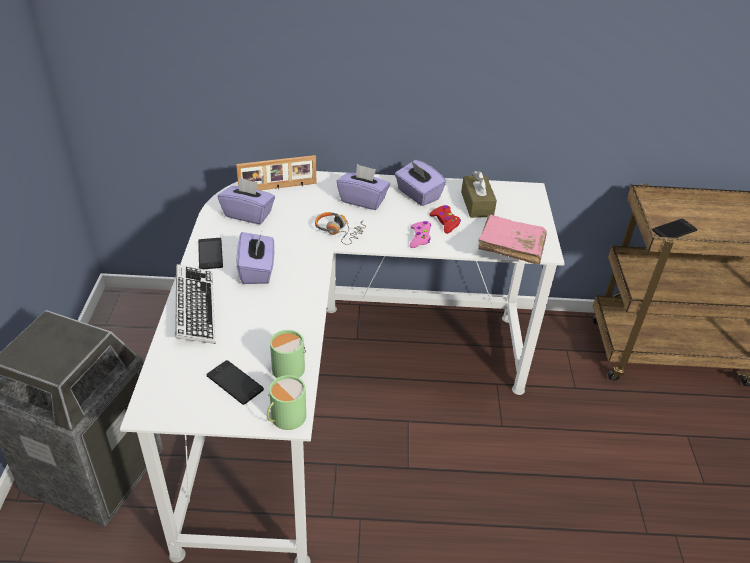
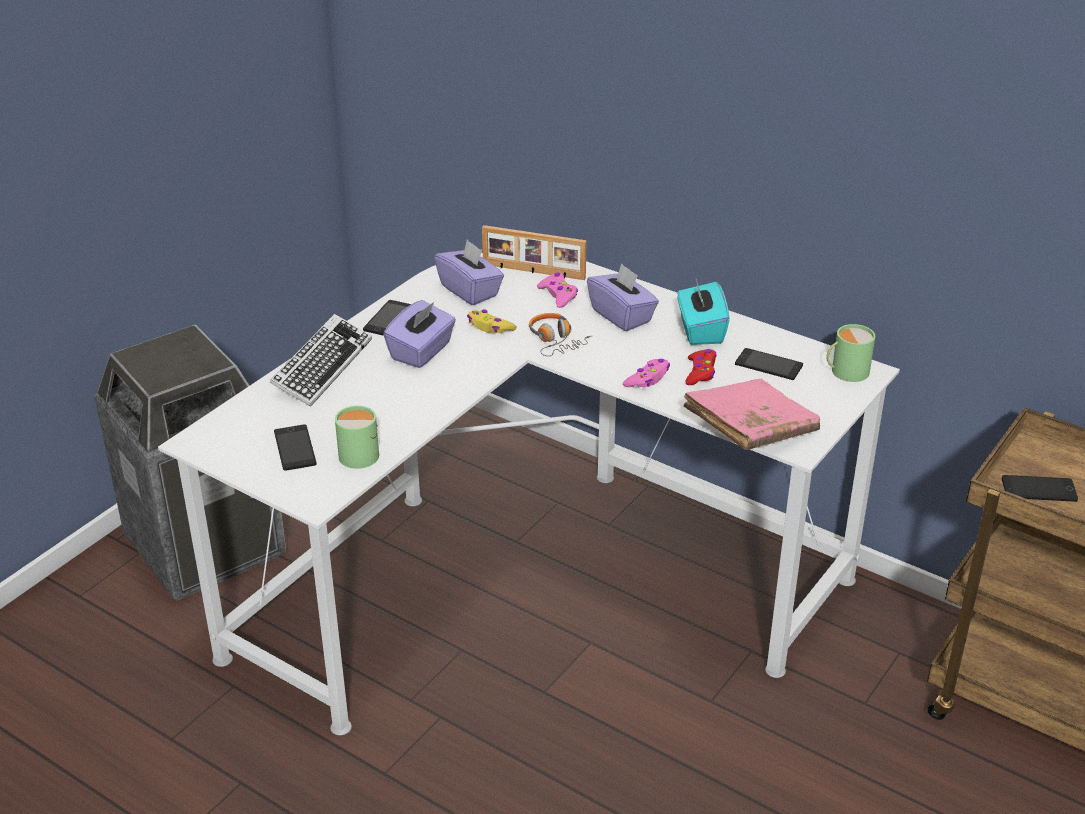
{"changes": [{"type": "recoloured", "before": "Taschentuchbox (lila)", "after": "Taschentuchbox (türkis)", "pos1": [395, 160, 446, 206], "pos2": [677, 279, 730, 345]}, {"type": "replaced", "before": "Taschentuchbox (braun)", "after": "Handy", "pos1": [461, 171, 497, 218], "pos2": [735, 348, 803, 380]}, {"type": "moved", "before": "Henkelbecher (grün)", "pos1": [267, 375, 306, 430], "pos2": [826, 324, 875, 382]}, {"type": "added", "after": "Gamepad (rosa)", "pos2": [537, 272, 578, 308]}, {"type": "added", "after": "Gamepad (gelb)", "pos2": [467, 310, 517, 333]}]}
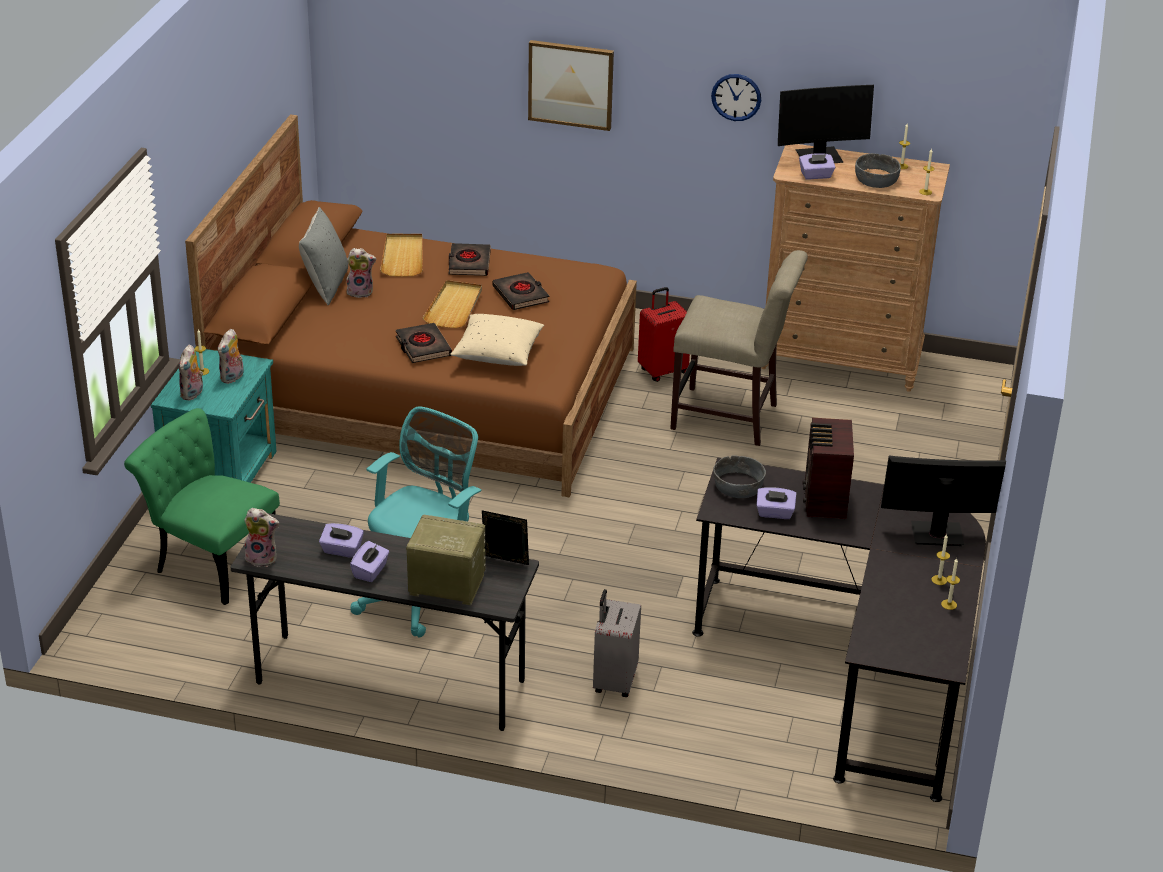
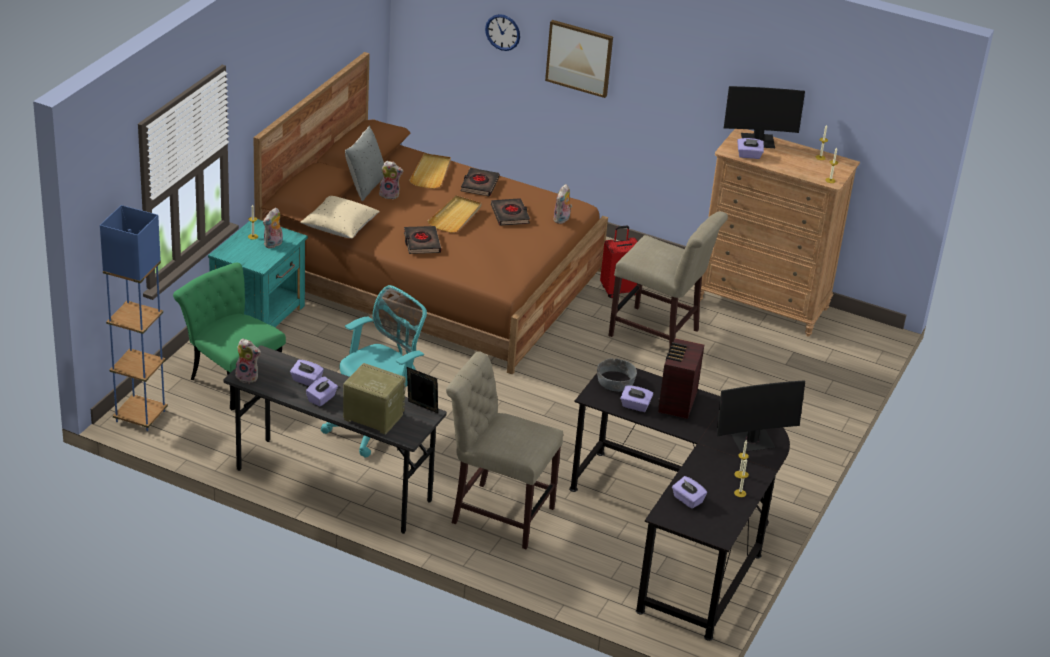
{"changes": [{"type": "moved", "before": "Wanduhr", "pos1": [711, 74, 761, 121], "pos2": [485, 14, 520, 51]}, {"type": "removed", "before": "Schüssel (grau)", "pos1": [855, 153, 901, 188]}, {"type": "moved", "before": "Kissen (beige)", "pos1": [451, 314, 544, 366], "pos2": [300, 196, 380, 239]}, {"type": "moved", "before": "Plüschtier", "pos1": [179, 344, 203, 400], "pos2": [554, 184, 572, 224]}, {"type": "turned", "before": "Monitor", "pos1": [881, 456, 1006, 546], "pos2": [717, 380, 805, 452], "turn": 150}, {"type": "replaced", "before": "Koffer (grau)", "after": "Stuhl (beige)", "pos1": [593, 589, 641, 697], "pos2": [446, 351, 563, 549]}, {"type": "added", "after": "Stehlampe (blau)", "pos2": [100, 205, 168, 431]}, {"type": "added", "after": "Taschentuchbox (lila)", "pos2": [672, 476, 707, 509]}]}
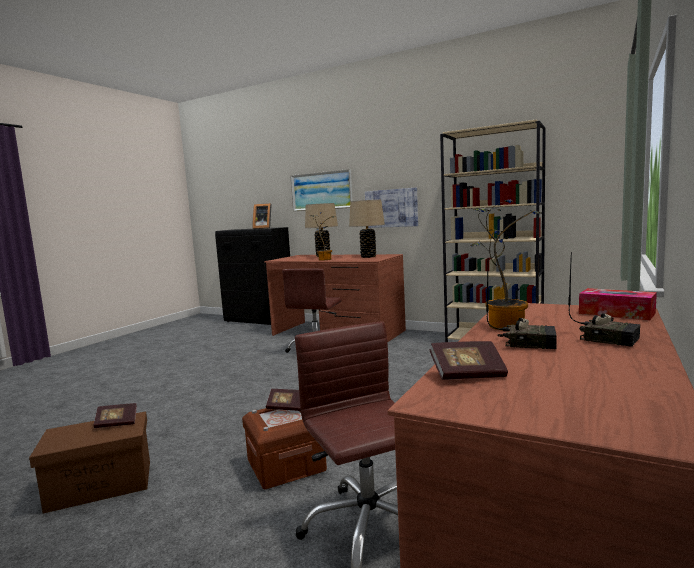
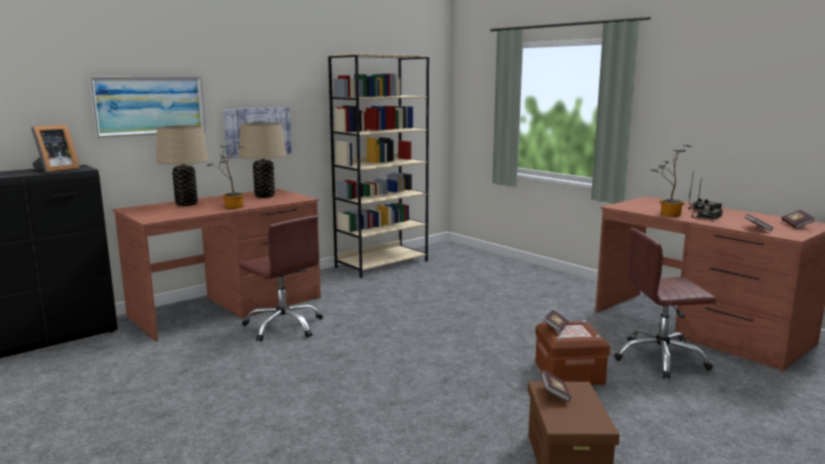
{"changes": [{"type": "removed", "before": "Taschentuchbox", "pos1": [579, 288, 657, 320]}, {"type": "added", "after": "Buch", "pos2": [782, 210, 815, 229]}]}
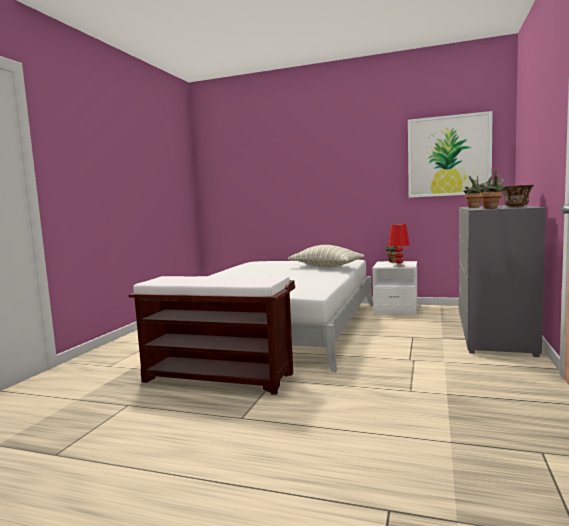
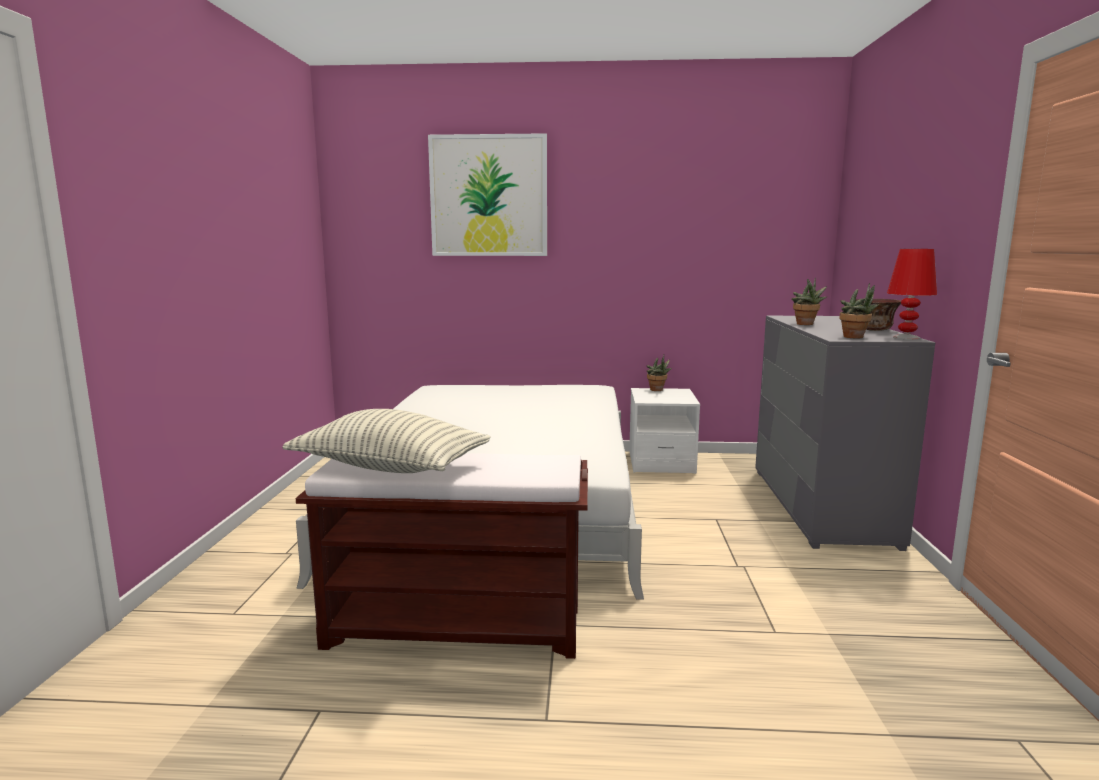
{"changes": [{"type": "moved", "before": "Bild", "pos1": [408, 111, 493, 198], "pos2": [428, 133, 547, 256]}, {"type": "moved", "before": "Tischlampe (rot)", "pos1": [388, 224, 410, 267], "pos2": [887, 249, 937, 340]}, {"type": "moved", "before": "Kissen", "pos1": [288, 245, 364, 268], "pos2": [282, 409, 491, 473]}]}
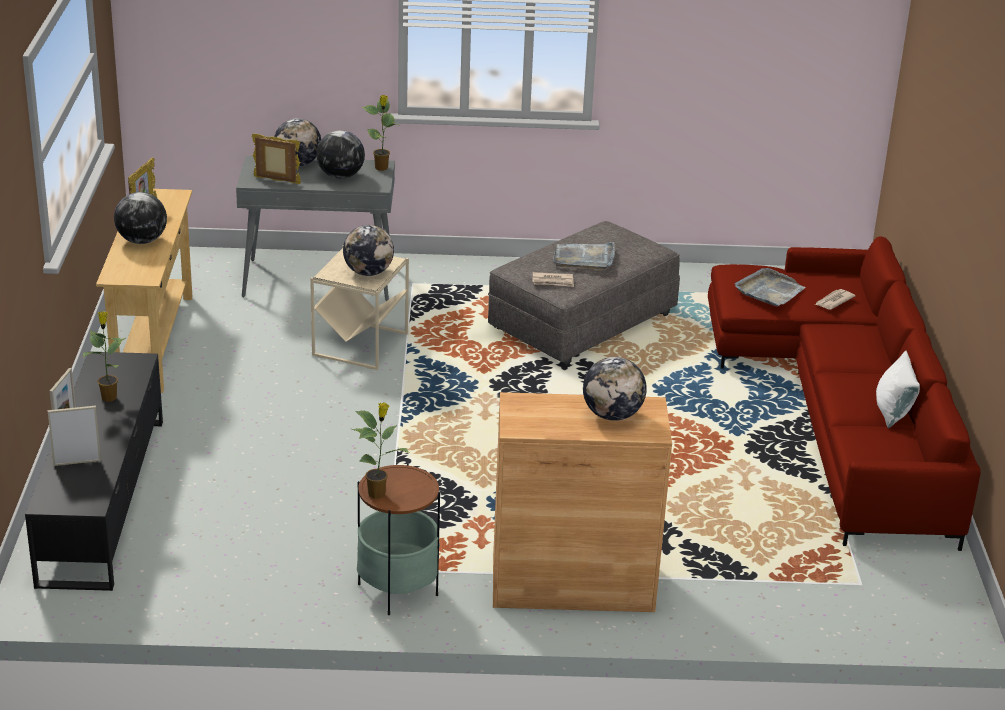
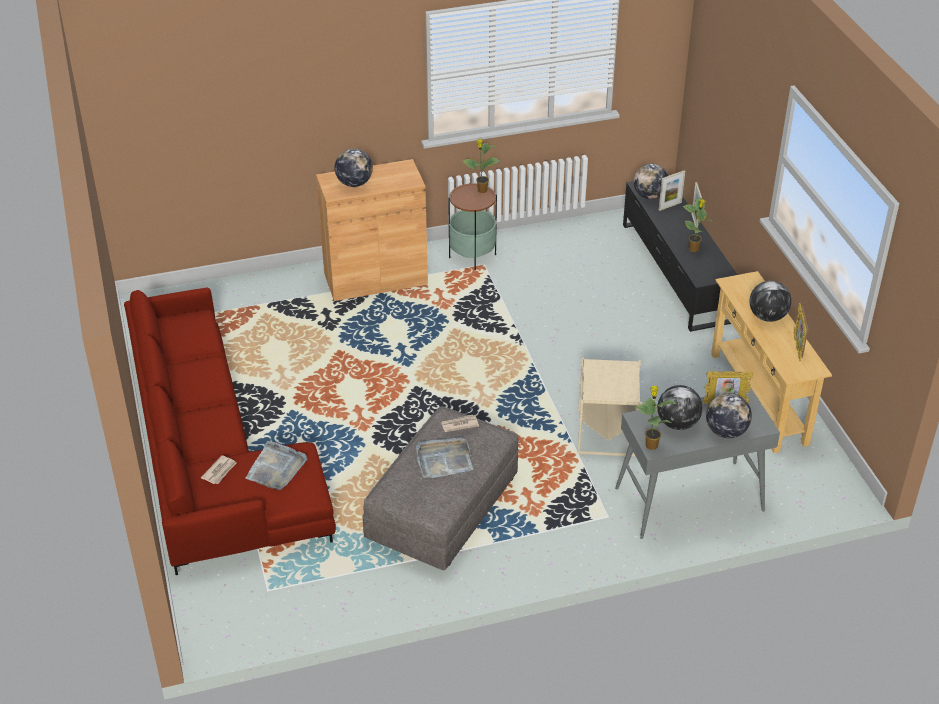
{"changes": [{"type": "moved", "before": "Globus", "pos1": [343, 225, 394, 276], "pos2": [634, 164, 668, 199]}, {"type": "removed", "before": "Kissen (weiß)", "pos1": [876, 351, 920, 428]}]}
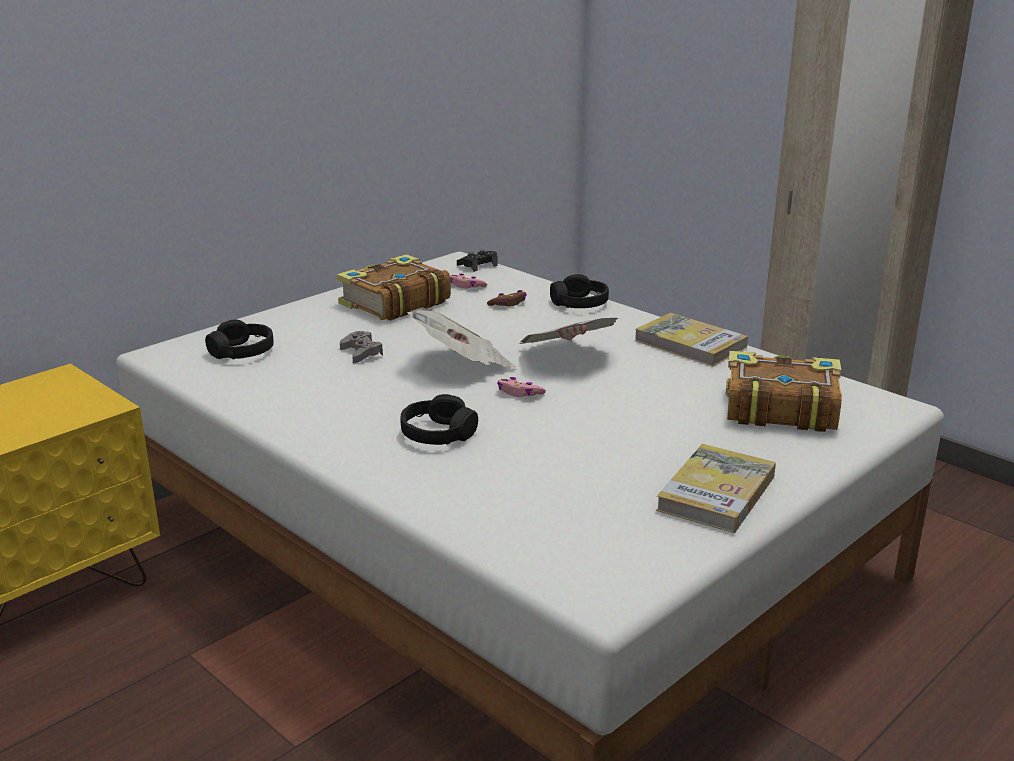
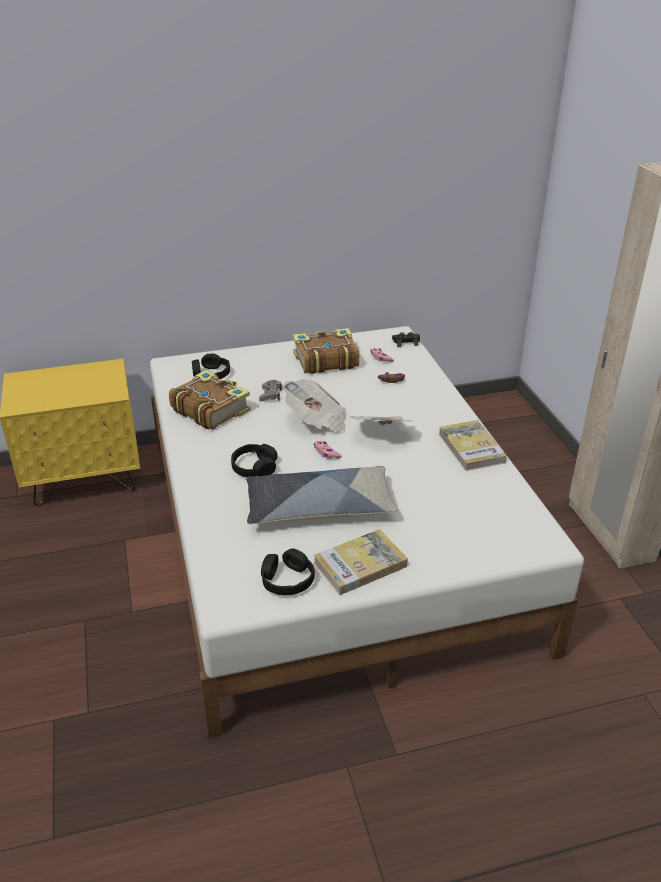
{"changes": [{"type": "moved", "before": "Kopfhörer (schwarz)", "pos1": [550, 274, 609, 308], "pos2": [261, 549, 315, 595]}, {"type": "moved", "before": "Buch", "pos1": [726, 351, 842, 432], "pos2": [169, 370, 251, 430]}, {"type": "added", "after": "Kissen", "pos2": [246, 466, 398, 524]}]}
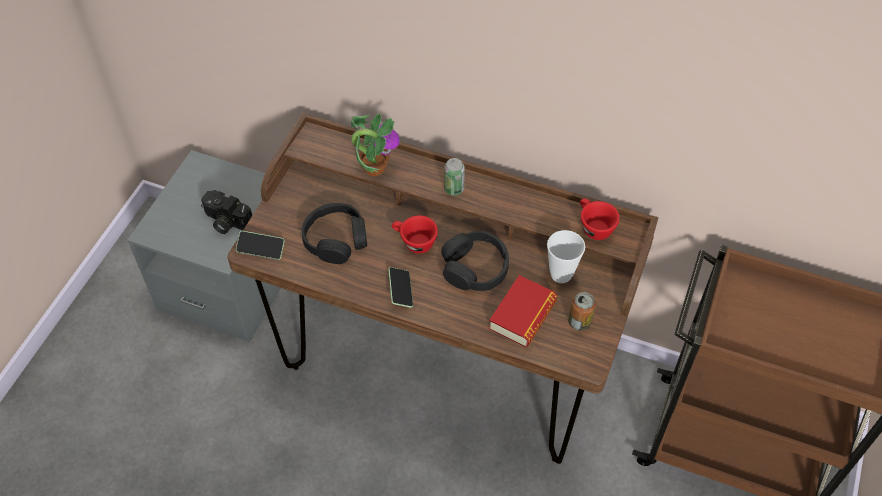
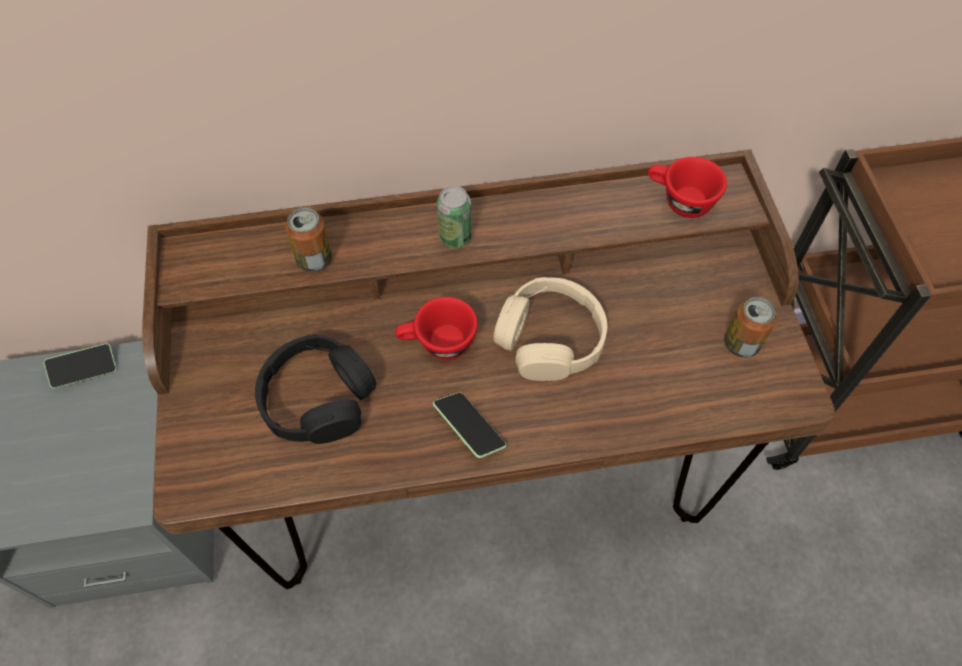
{"changes": [{"type": "replaced", "before": "Topfpflanze", "after": "Dose", "pos1": [351, 114, 400, 176], "pos2": [286, 207, 332, 272]}, {"type": "removed", "before": "Kamera", "pos1": [201, 190, 252, 234]}, {"type": "removed", "before": "Tasse", "pos1": [547, 230, 585, 283]}, {"type": "moved", "before": "Handy", "pos1": [236, 231, 285, 260], "pos2": [44, 343, 117, 389]}, {"type": "recoloured", "before": "Kopfhörer (schwarz)", "after": "Kopfhörer (beige)", "pos1": [441, 231, 509, 291], "pos2": [494, 277, 607, 381]}, {"type": "removed", "before": "Buch", "pos1": [489, 275, 557, 347]}]}
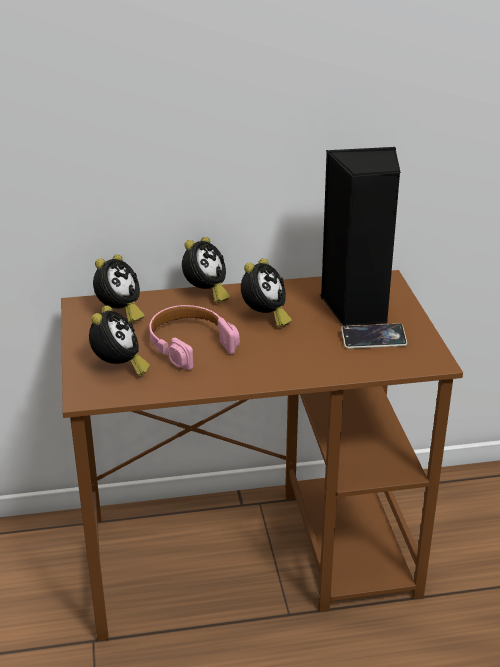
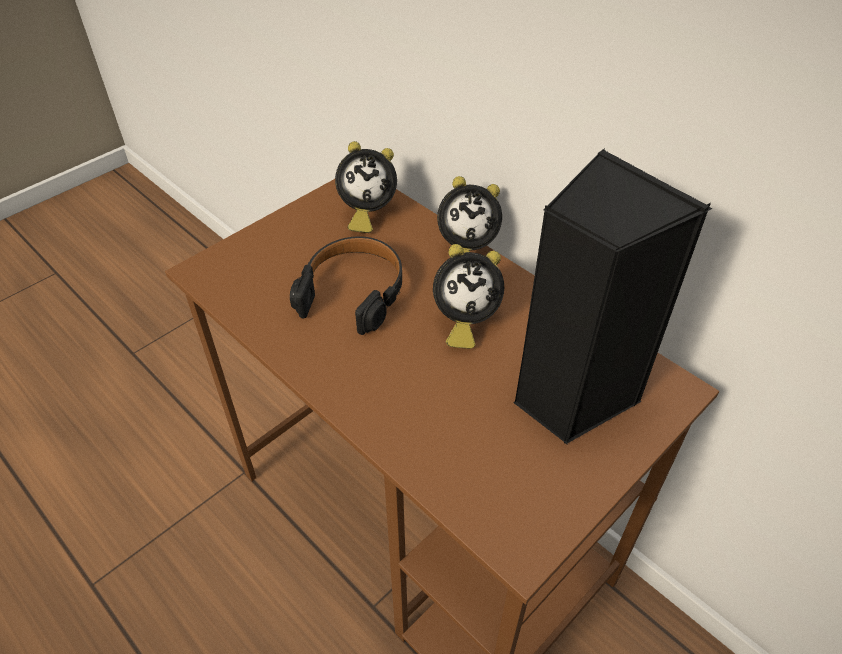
{"changes": [{"type": "removed", "before": "Wecker", "pos1": [89, 305, 150, 376]}, {"type": "recoloured", "before": "Kopfhörer (rosa)", "after": "Kopfhörer (schwarz)", "pos1": [149, 305, 240, 370], "pos2": [290, 236, 402, 335]}, {"type": "removed", "before": "Handy", "pos1": [341, 324, 407, 349]}]}
